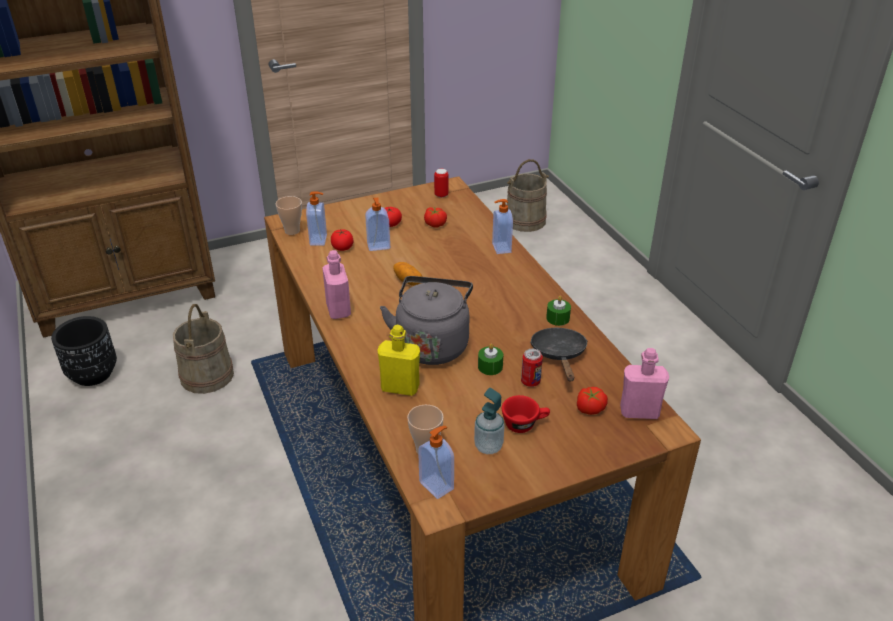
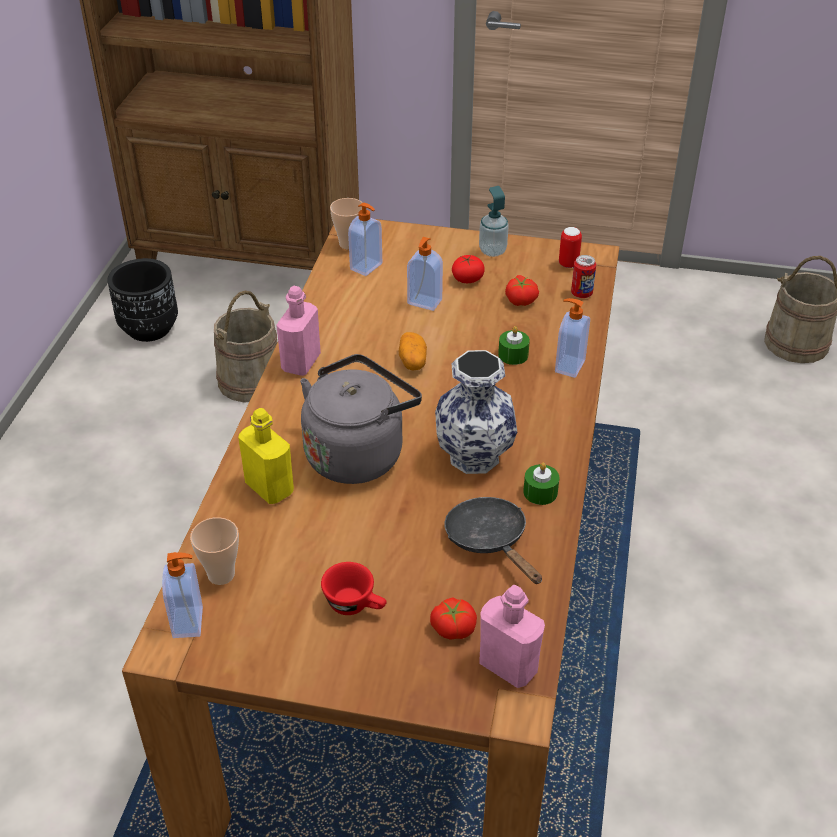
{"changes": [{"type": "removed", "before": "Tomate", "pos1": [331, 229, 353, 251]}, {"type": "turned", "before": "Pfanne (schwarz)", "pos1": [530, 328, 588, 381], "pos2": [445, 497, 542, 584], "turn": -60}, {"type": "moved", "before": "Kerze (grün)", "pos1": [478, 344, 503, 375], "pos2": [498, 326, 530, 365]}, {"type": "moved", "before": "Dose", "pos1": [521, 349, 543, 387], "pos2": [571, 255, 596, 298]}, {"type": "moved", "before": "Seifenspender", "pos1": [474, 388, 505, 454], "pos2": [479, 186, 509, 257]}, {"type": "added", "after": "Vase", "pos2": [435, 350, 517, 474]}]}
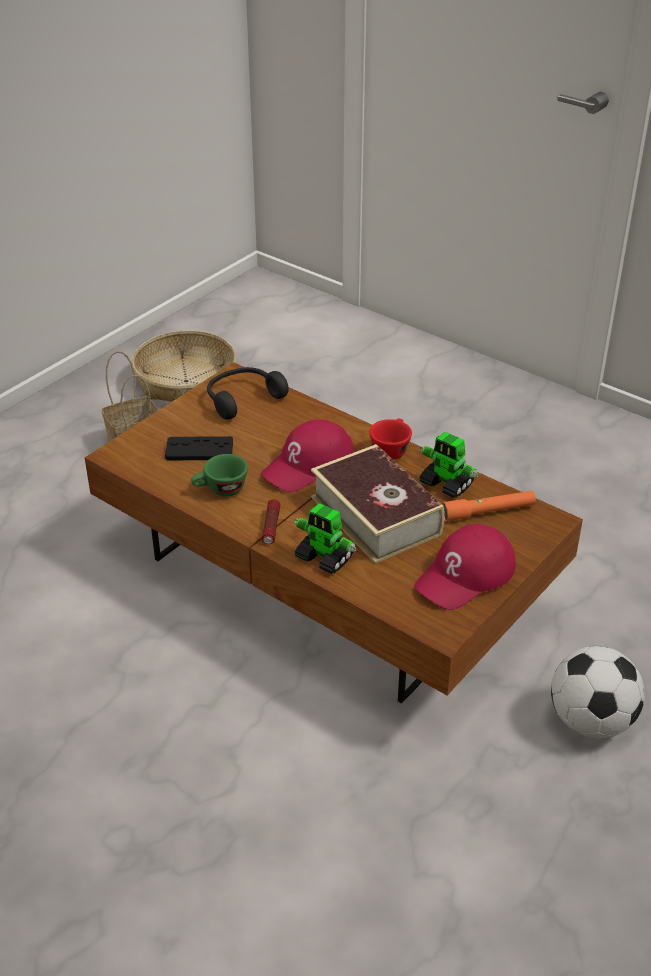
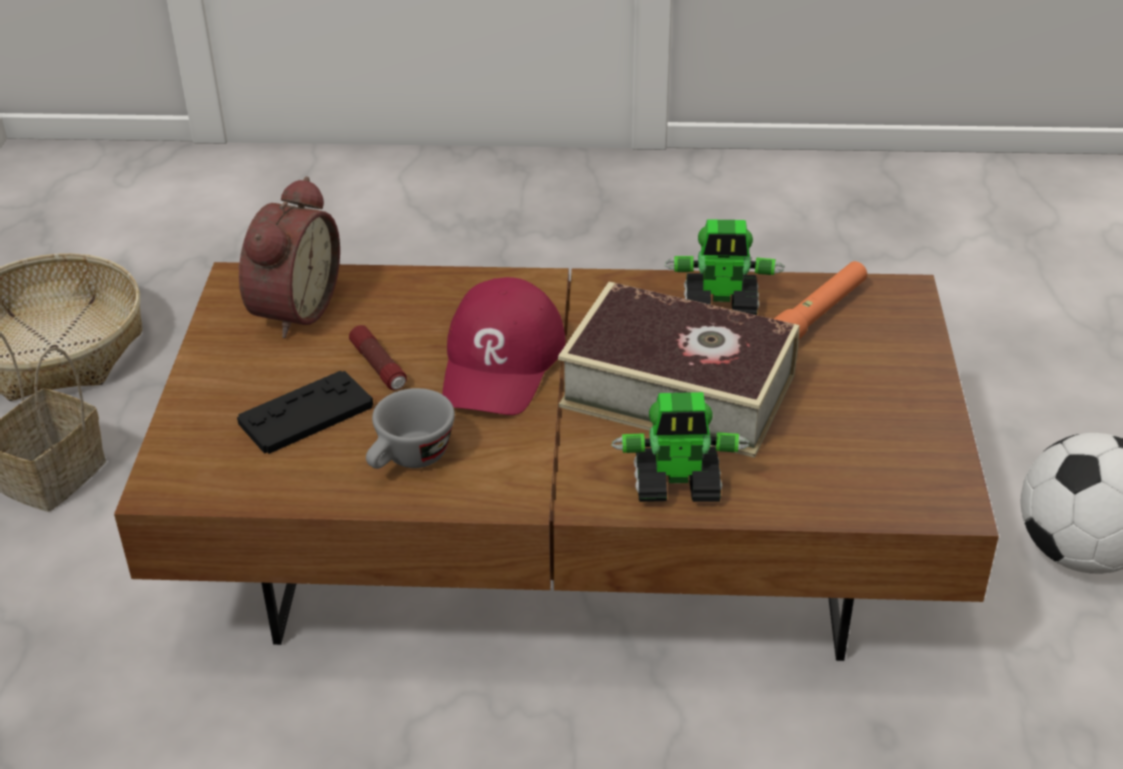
{"changes": [{"type": "replaced", "before": "Kopfhörer (schwarz)", "after": "Wecker", "pos1": [207, 367, 289, 420], "pos2": [239, 176, 340, 338]}, {"type": "removed", "before": "Tasse (rot)", "pos1": [369, 418, 412, 460]}, {"type": "recoloured", "before": "Tasse (grün)", "after": "Tasse (grau)", "pos1": [191, 454, 248, 497], "pos2": [366, 388, 455, 469]}, {"type": "moved", "before": "Taschenlampe", "pos1": [262, 499, 280, 544], "pos2": [349, 325, 407, 390]}, {"type": "removed", "before": "Kappe (rot)", "pos1": [414, 524, 516, 610]}]}
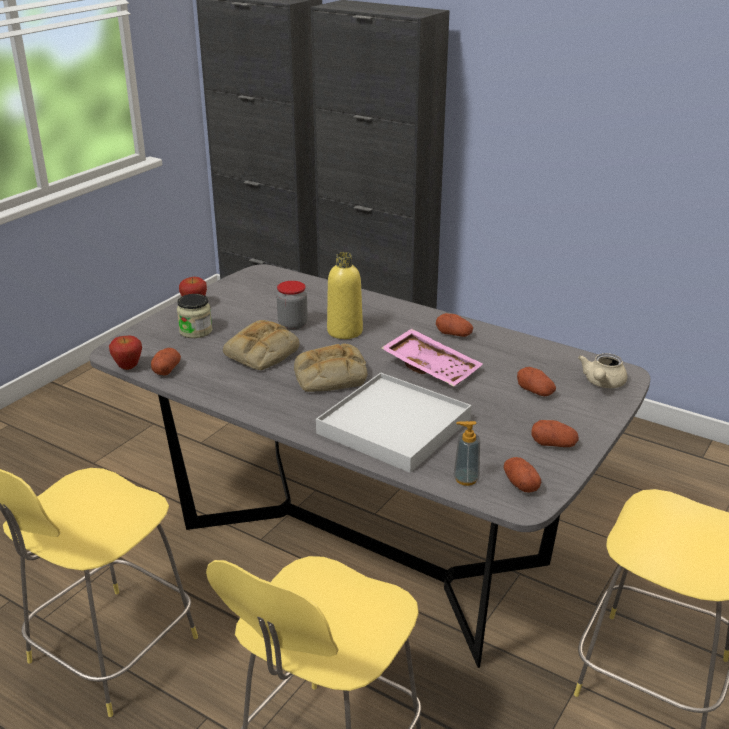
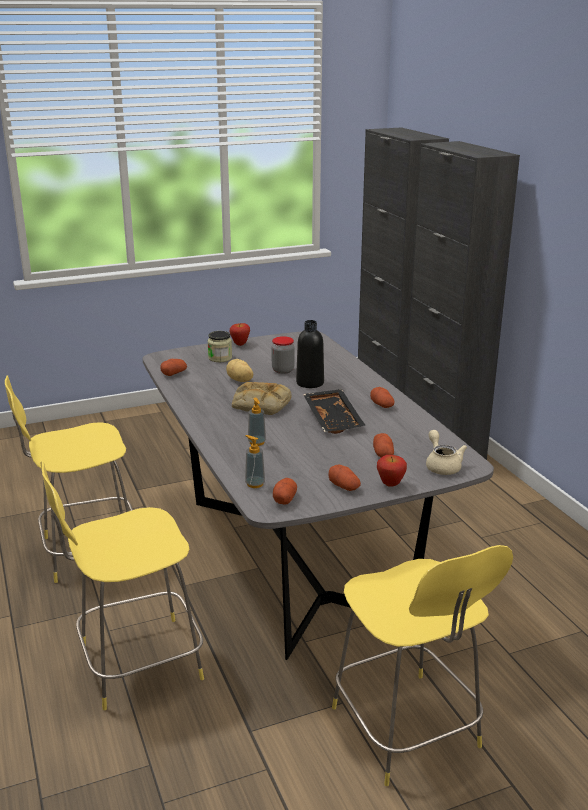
{"changes": [{"type": "recoloured", "before": "Flasche (gelb)", "after": "Flasche (schwarz)", "pos1": [327, 252, 363, 339], "pos2": [296, 320, 324, 388]}, {"type": "replaced", "before": "Brot", "after": "Kartoffel", "pos1": [223, 320, 299, 370], "pos2": [226, 359, 253, 382]}, {"type": "recoloured", "before": "Tablett (rosa)", "after": "Tablett (schwarz)", "pos1": [381, 328, 483, 387], "pos2": [303, 389, 366, 434]}, {"type": "moved", "before": "Apfel", "pos1": [109, 335, 142, 370], "pos2": [377, 455, 407, 487]}, {"type": "turned", "before": "Teekanne (beige)", "pos1": [578, 353, 627, 388], "pos2": [426, 430, 467, 475], "turn": 105}, {"type": "replaced", "before": "Tablett (weiß)", "after": "Seifenspender", "pos1": [316, 373, 471, 473], "pos2": [248, 398, 266, 446]}]}
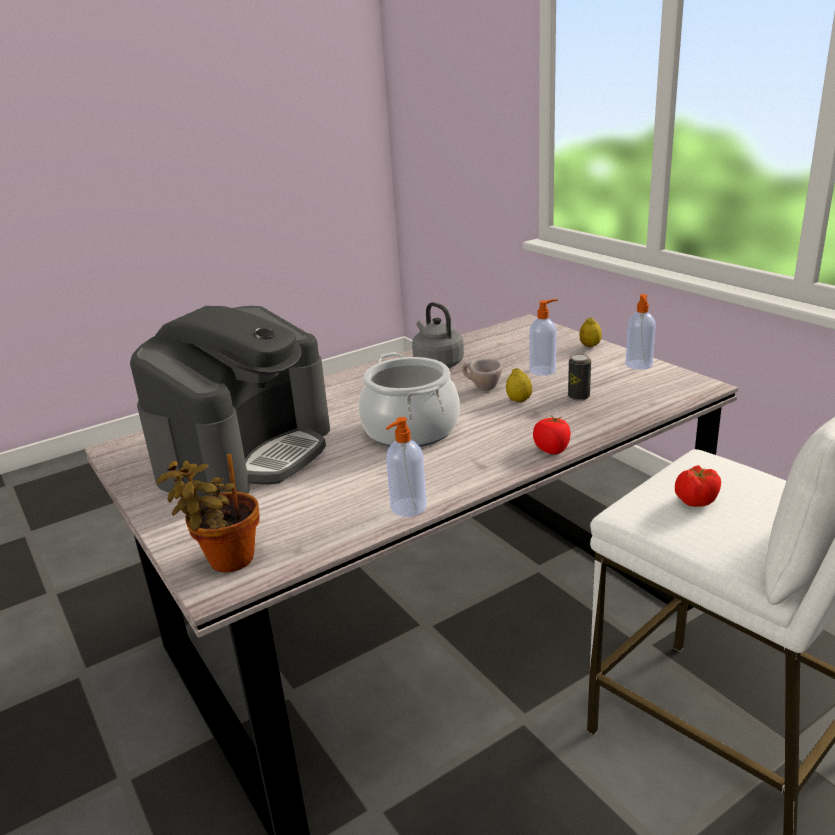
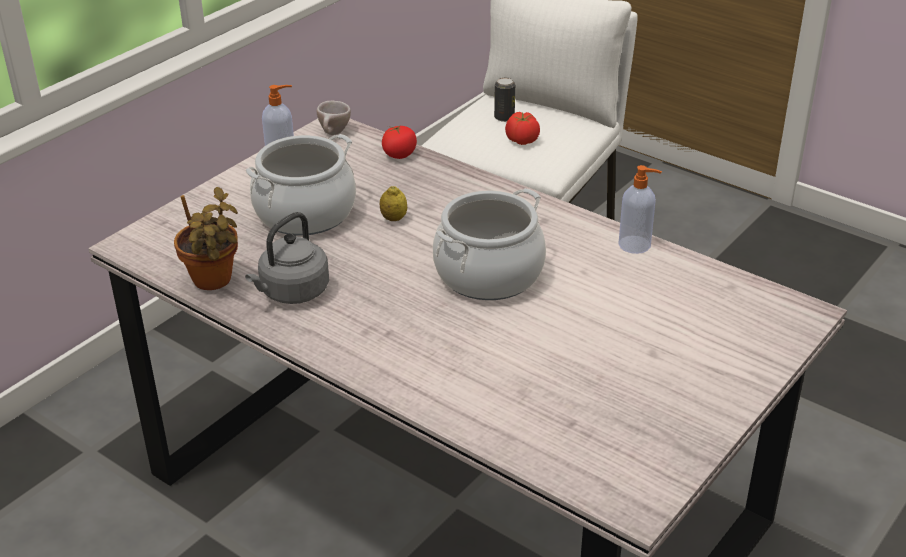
{"changes": [{"type": "replaced", "before": "Seifenspender", "after": "Kochtopf", "pos1": [529, 299, 558, 376], "pos2": [246, 134, 356, 236]}, {"type": "removed", "before": "Kaffeemaschine", "pos1": [130, 306, 330, 497]}, {"type": "removed", "before": "Zitrone", "pos1": [580, 317, 602, 347]}, {"type": "moved", "before": "Dose", "pos1": [568, 354, 591, 401], "pos2": [494, 77, 515, 122]}, {"type": "moved", "before": "Tasse (beige)", "pos1": [462, 359, 502, 391], "pos2": [317, 101, 351, 135]}, {"type": "moved", "before": "Tomate", "pos1": [533, 416, 571, 454], "pos2": [382, 125, 417, 159]}, {"type": "moved", "before": "Topfpflanze", "pos1": [157, 454, 259, 573], "pos2": [174, 187, 238, 290]}]}
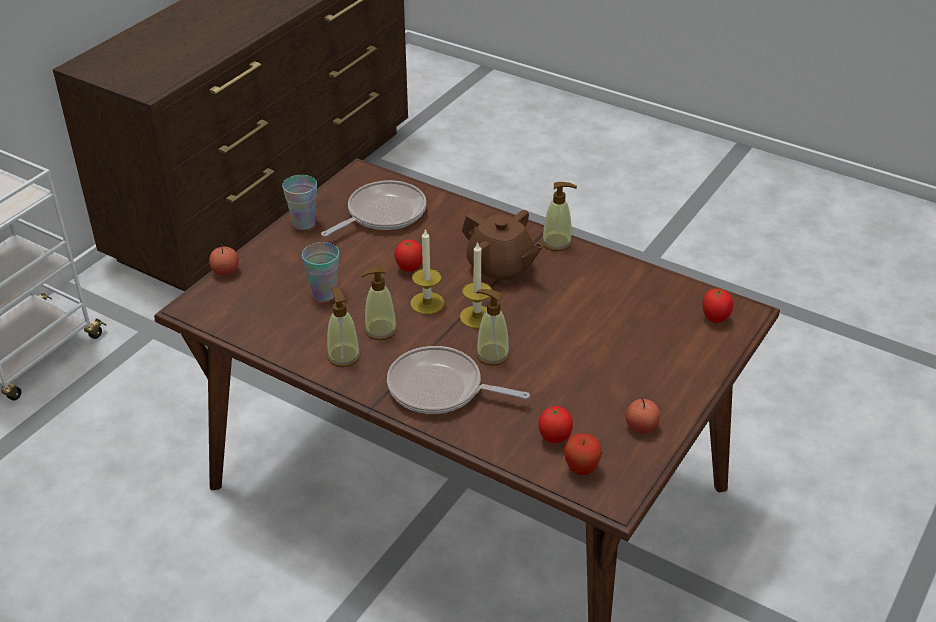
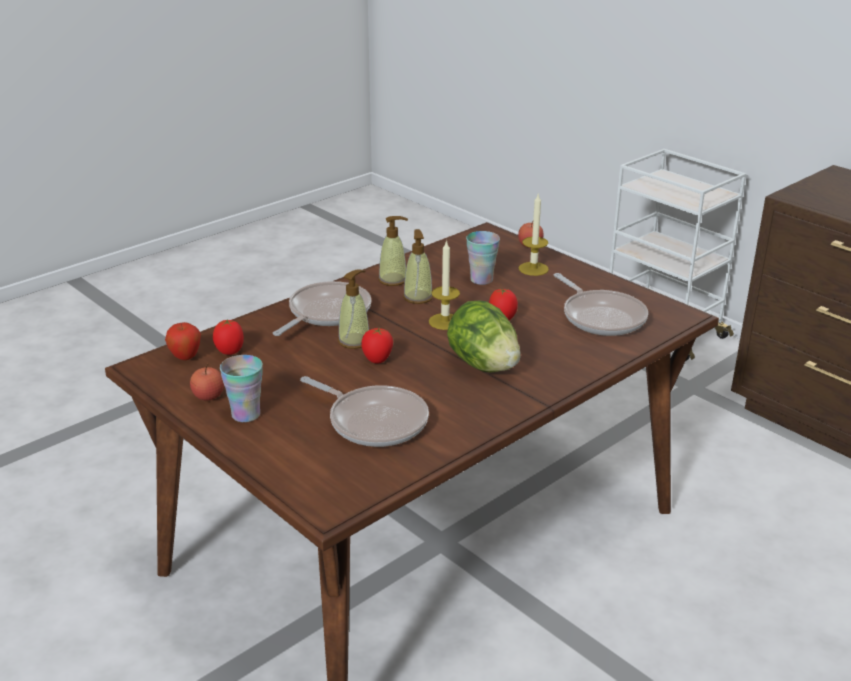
{"changes": [{"type": "moved", "before": "Tasse", "pos1": [282, 175, 317, 230], "pos2": [220, 355, 263, 422]}, {"type": "removed", "before": "Seifenspender", "pos1": [542, 182, 577, 251]}, {"type": "replaced", "before": "Teekanne (braun)", "after": "Salatkopf", "pos1": [462, 210, 543, 284], "pos2": [447, 300, 521, 372]}, {"type": "moved", "before": "Kerze", "pos1": [460, 242, 492, 328], "pos2": [519, 194, 549, 276]}, {"type": "moved", "before": "Tomate", "pos1": [702, 289, 733, 323], "pos2": [361, 328, 393, 364]}, {"type": "added", "after": "Pfanne", "pos2": [300, 376, 429, 447]}]}
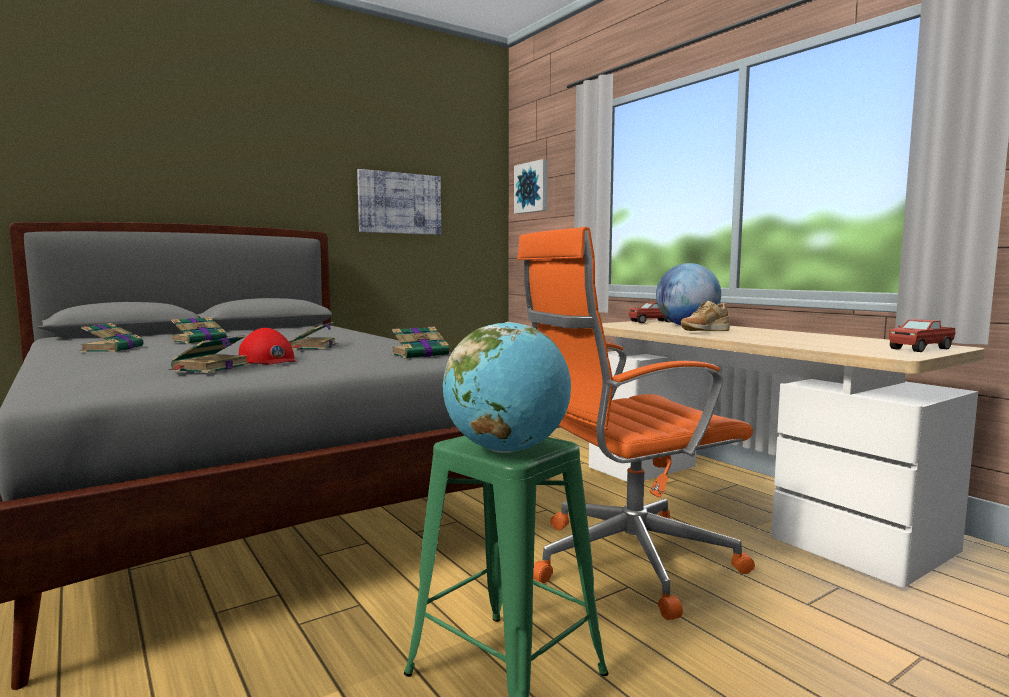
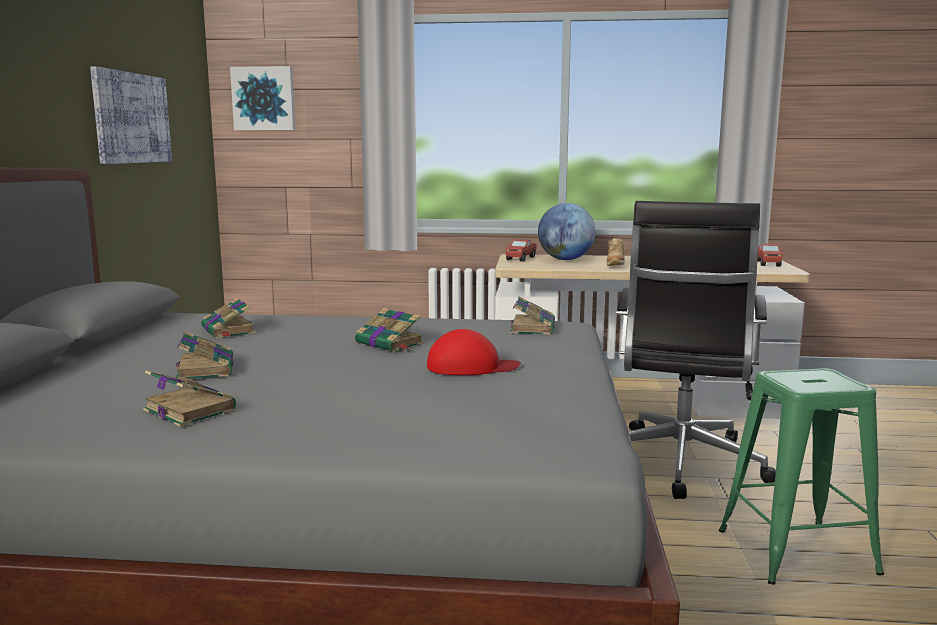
{"changes": [{"type": "recoloured", "before": "Bürostuhl (orange)", "after": "Bürostuhl (schwarz)", "pos1": [517, 227, 755, 620], "pos2": [616, 201, 776, 499]}, {"type": "removed", "before": "Globus", "pos1": [443, 322, 571, 453]}, {"type": "moved", "before": "Buch", "pos1": [169, 335, 250, 373], "pos2": [201, 298, 256, 338]}]}
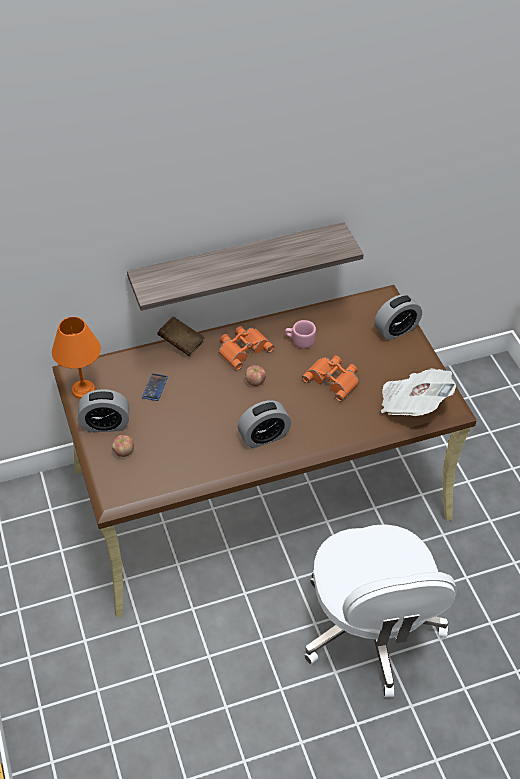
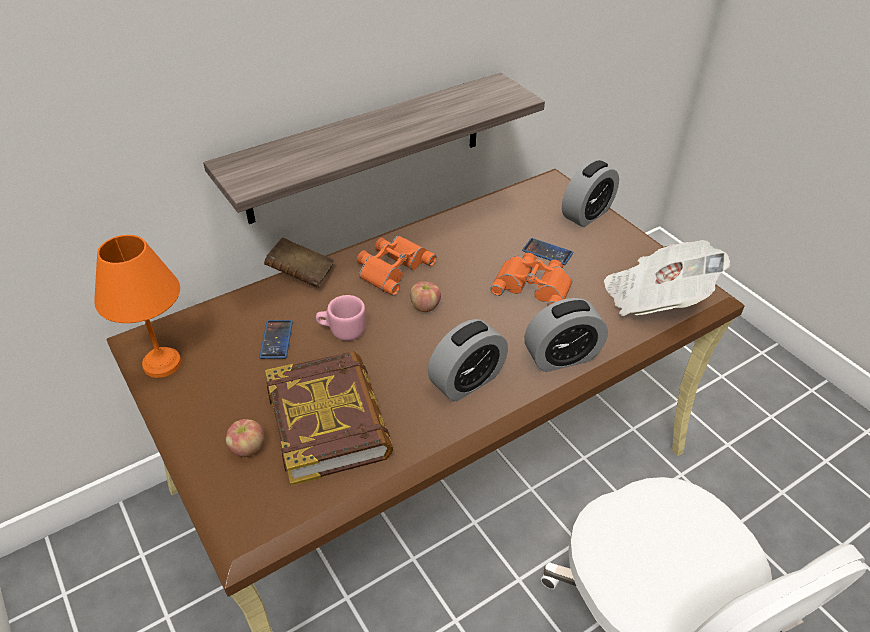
{"changes": [{"type": "moved", "before": "Henkelbecher (rosa)", "pos1": [285, 320, 316, 349], "pos2": [316, 295, 365, 341]}, {"type": "moved", "before": "Wecker", "pos1": [78, 389, 129, 433], "pos2": [524, 298, 608, 372]}, {"type": "added", "after": "Handy", "pos2": [522, 238, 573, 265]}, {"type": "added", "after": "Buch", "pos2": [265, 351, 393, 486]}]}
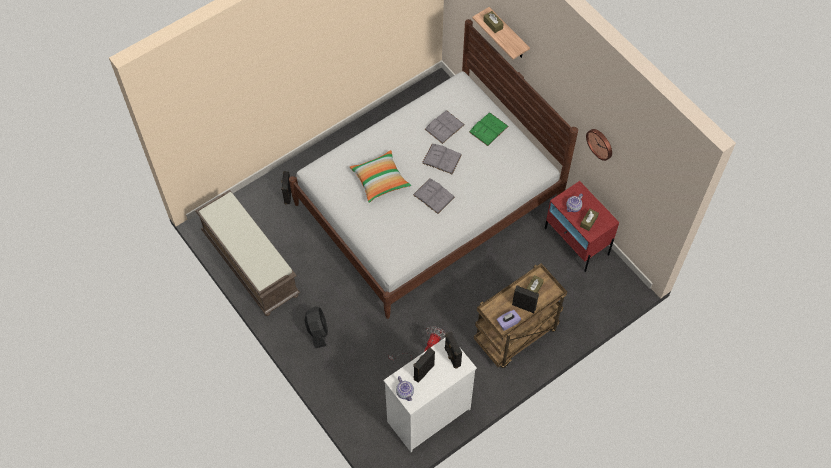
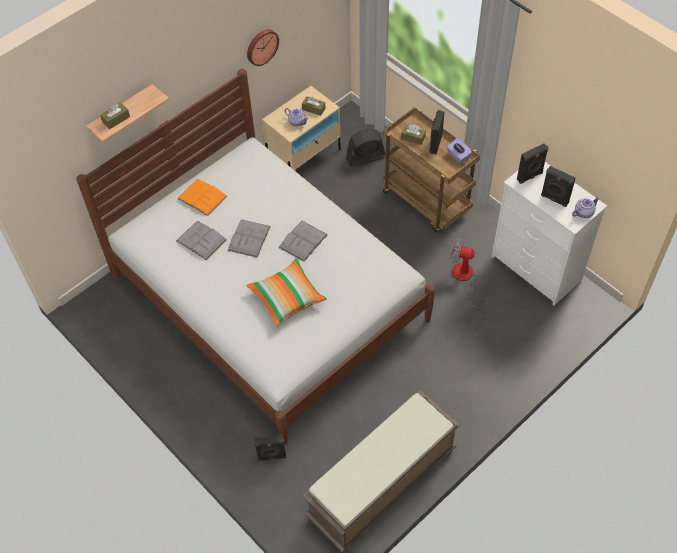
{"changes": [{"type": "recoloured", "before": "Buch (grün)", "after": "Buch (orange)", "pos1": [469, 113, 509, 146], "pos2": [178, 179, 227, 216]}, {"type": "recoloured", "before": "Nachttisch (rot)", "after": "Nachttisch (beige)", "pos1": [545, 181, 619, 272], "pos2": [262, 86, 341, 170]}, {"type": "moved", "before": "Ventilator (schwarz)", "pos1": [305, 306, 328, 348], "pos2": [346, 128, 385, 167]}]}
